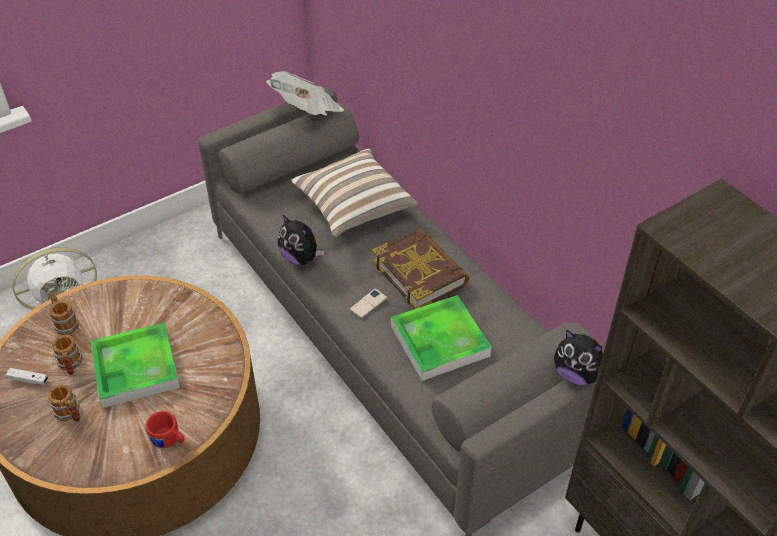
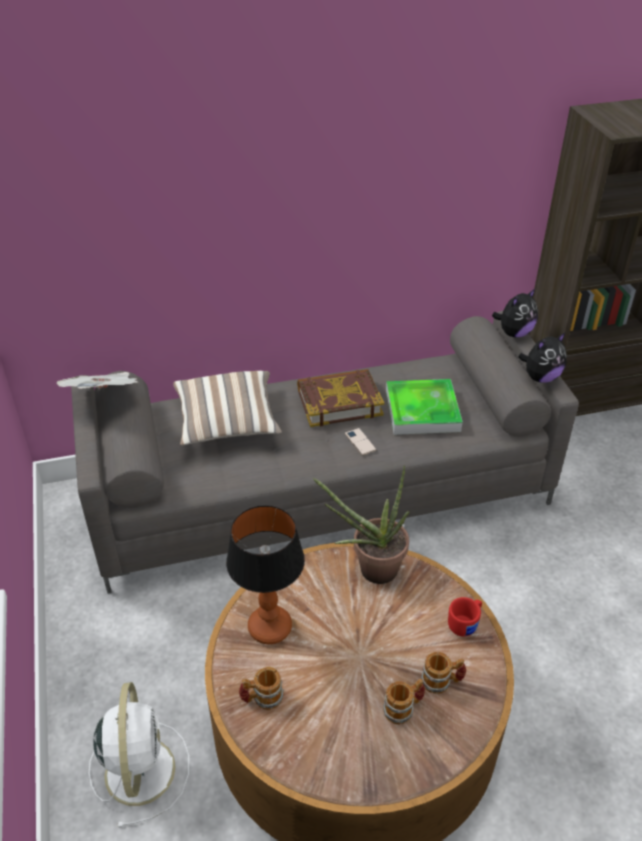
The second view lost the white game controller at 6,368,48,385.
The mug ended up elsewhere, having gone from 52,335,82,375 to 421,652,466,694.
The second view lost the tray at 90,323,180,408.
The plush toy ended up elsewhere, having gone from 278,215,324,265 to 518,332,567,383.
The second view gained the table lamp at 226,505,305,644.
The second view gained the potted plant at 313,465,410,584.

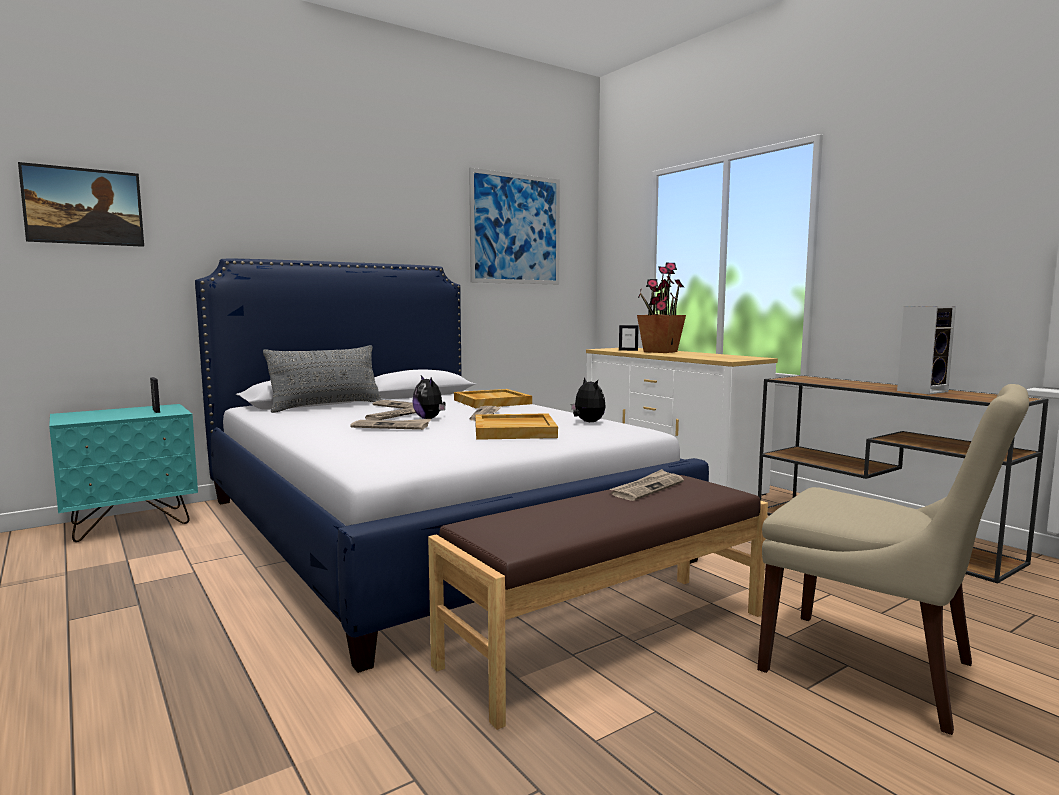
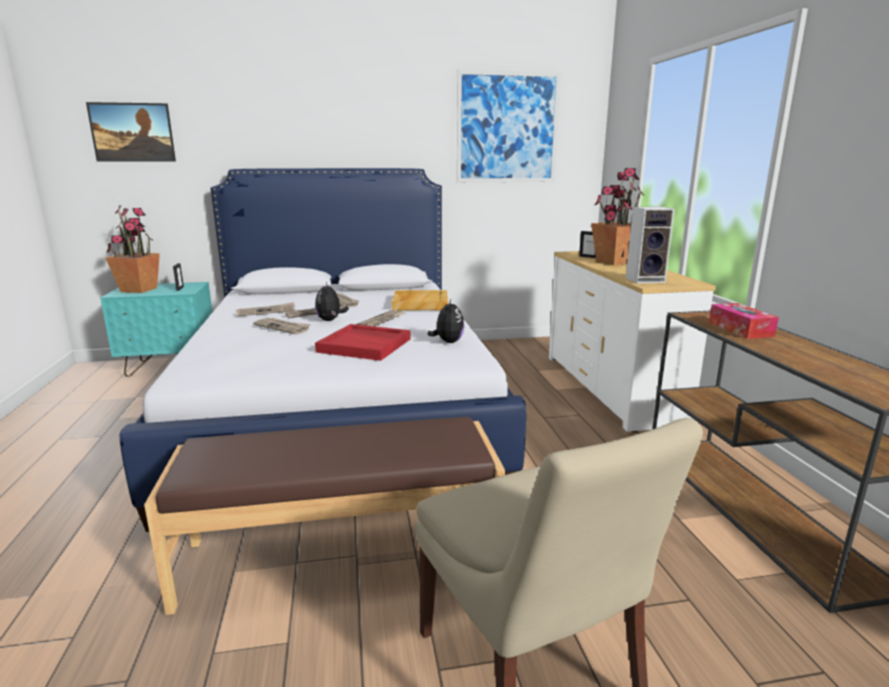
The second view lost the grey pillow at 263,345,382,413.
What was the beige tray at 475,413,558,440 turned into the red tray at 315,324,410,361.
The newspaper ended up elsewhere, having gone from 609,469,684,501 to 236,302,295,316.
The speaker ended up elsewhere, having gone from 897,306,956,394 to 626,207,674,284.
The second view gained the potted plant at 106,205,160,293.
The second view gained the tissue box at 709,303,779,339.

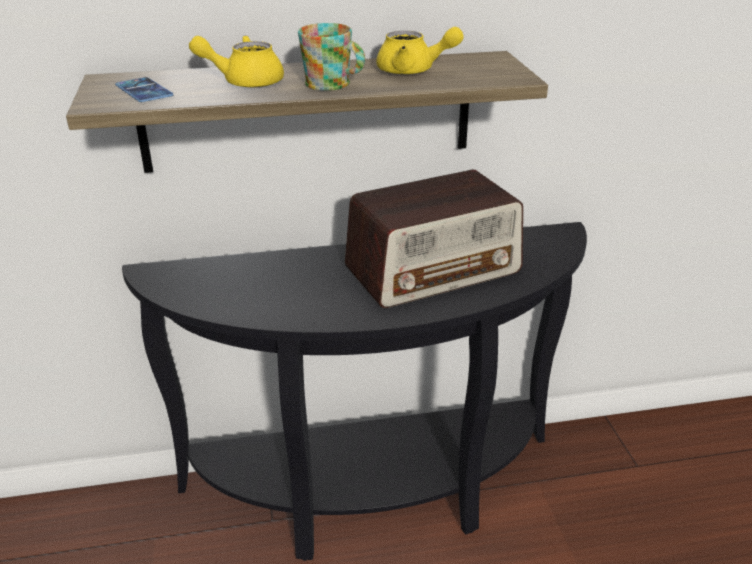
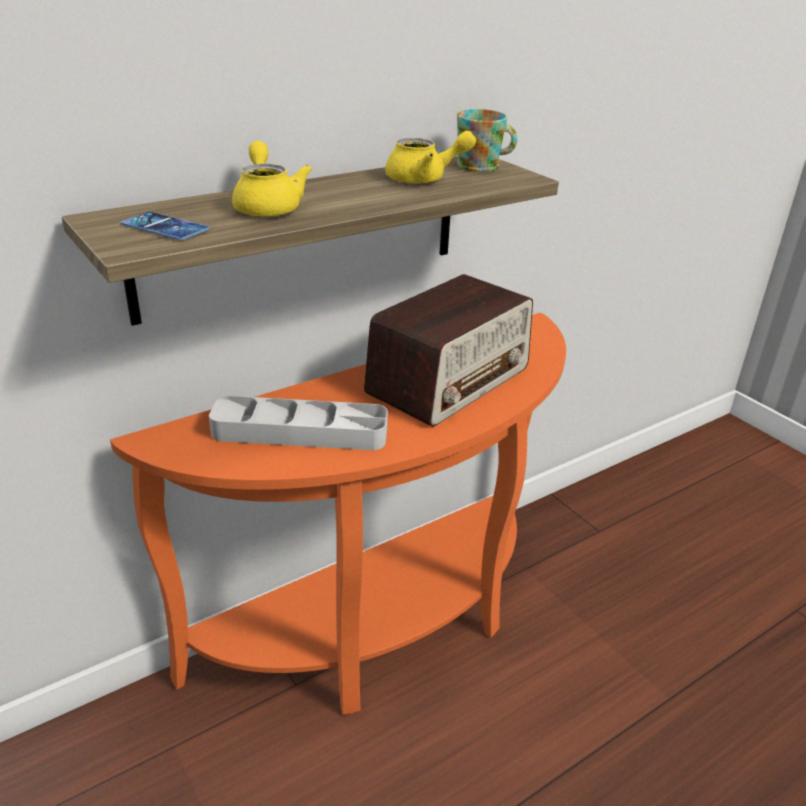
What was the black console table at 122,222,587,561 turned into the orange console table at 110,313,566,715.
The yellow teapot at 189,35,284,88 ended up facing another way, 105 degrees clockwise from before.
The mug ended up elsewhere, having gone from 298,23,365,91 to 457,109,518,172.
The second view gained the grey tray at 209,396,388,450.

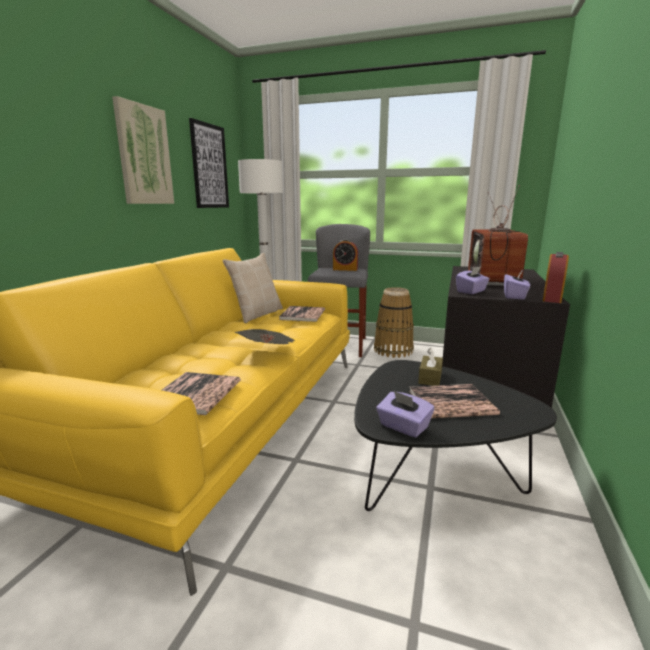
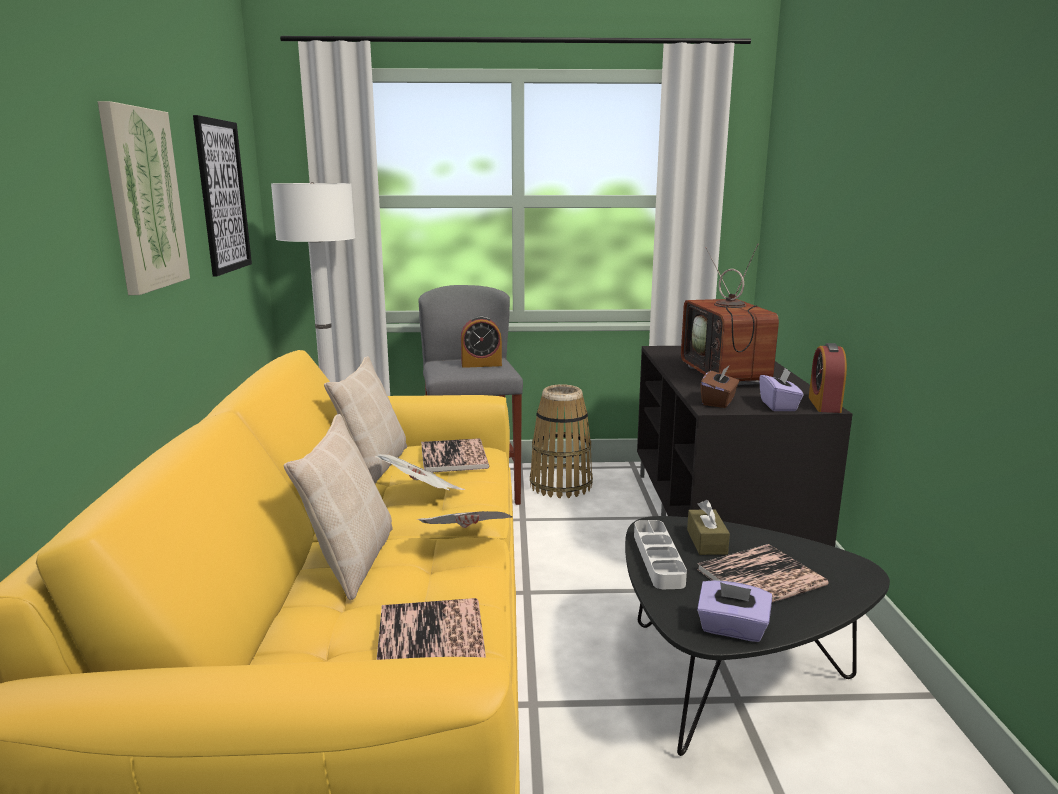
What was the purple tissue box at 456,266,490,294 turned into the brown tissue box at 700,366,739,408.
The second view gained the beige pillow at 284,414,393,600.
The second view gained the newspaper at 373,454,465,490.
The second view gained the grey tray at 634,520,687,589.

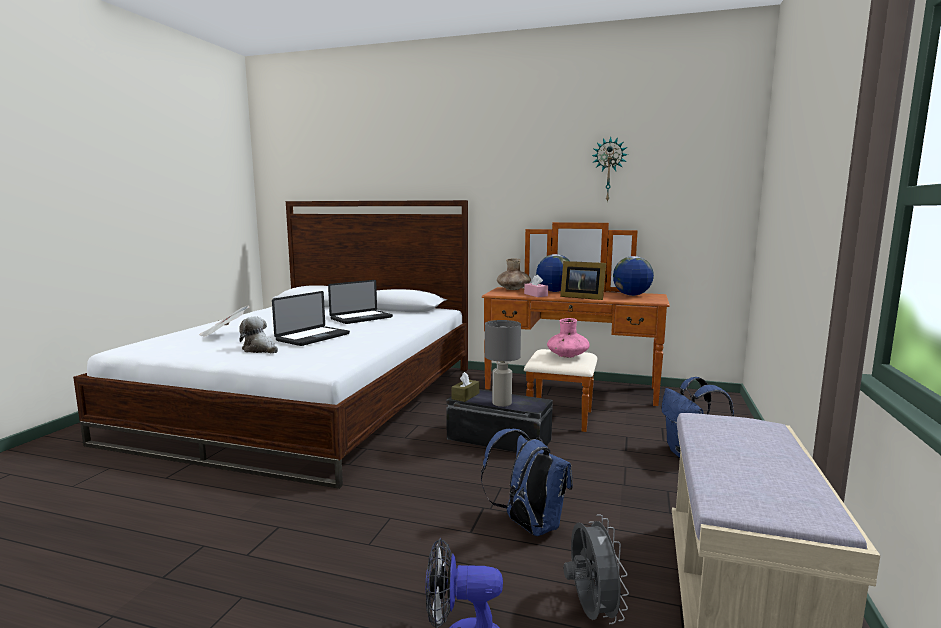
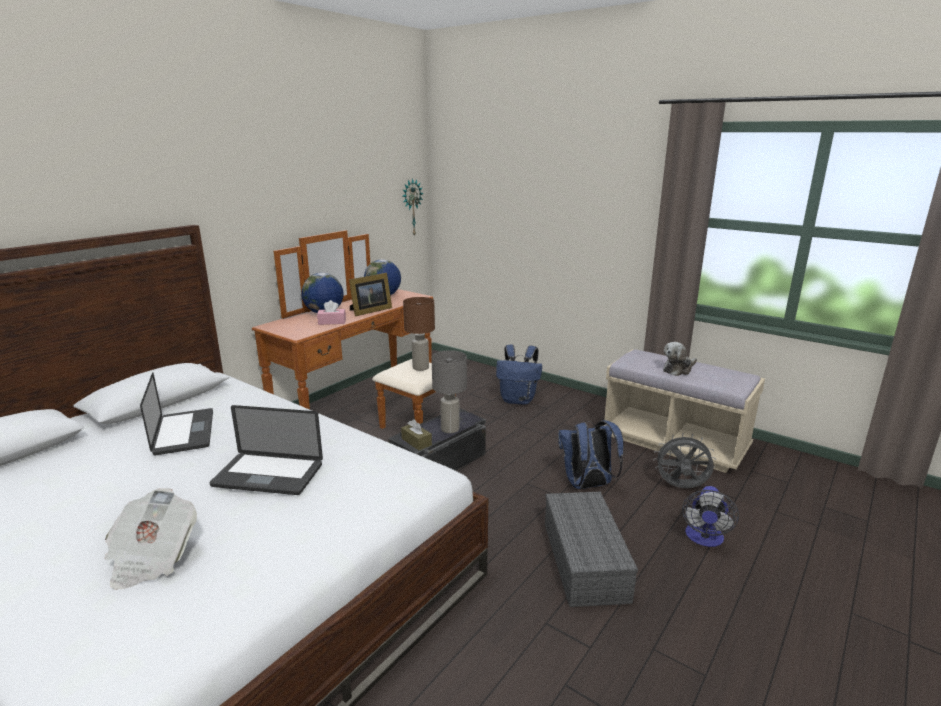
The plush toy ended up elsewhere, having gone from 239,316,278,353 to 663,342,697,376.
The laptop at 272,291,350,346 ended up facing another way, 135 degrees clockwise from before.
The second view lost the brown vase at 497,259,531,290.
Where the pink vase stood at 547,318,590,358, the brown table lamp came to stand at 403,297,435,371.
The wall clock ended up elsewhere, having gone from 592,137,628,203 to 402,178,424,237.
The second view gained the grey storage box at 545,492,638,607.

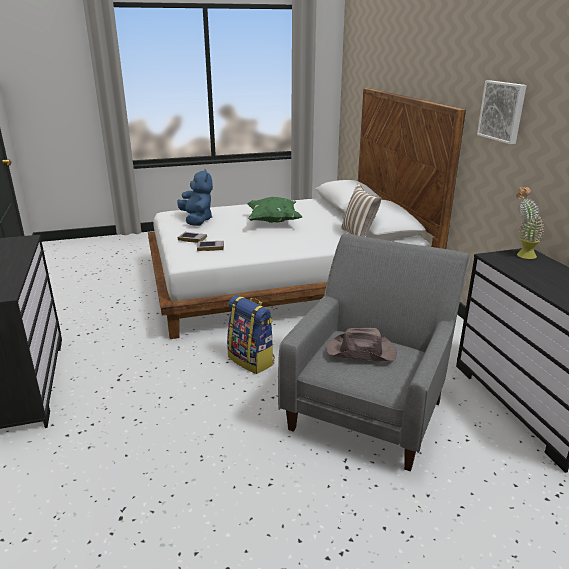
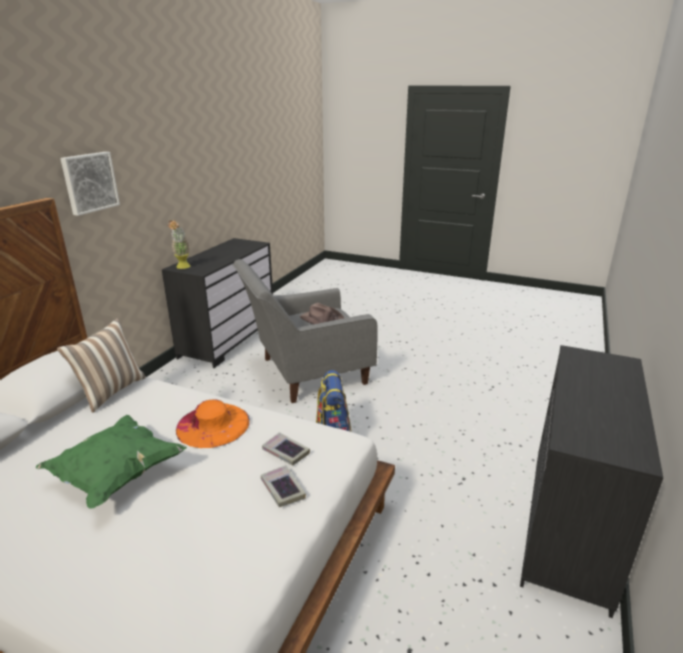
The second view lost the blue plush toy at 177,169,213,226.
The second view gained the orange hat at 176,399,250,448.

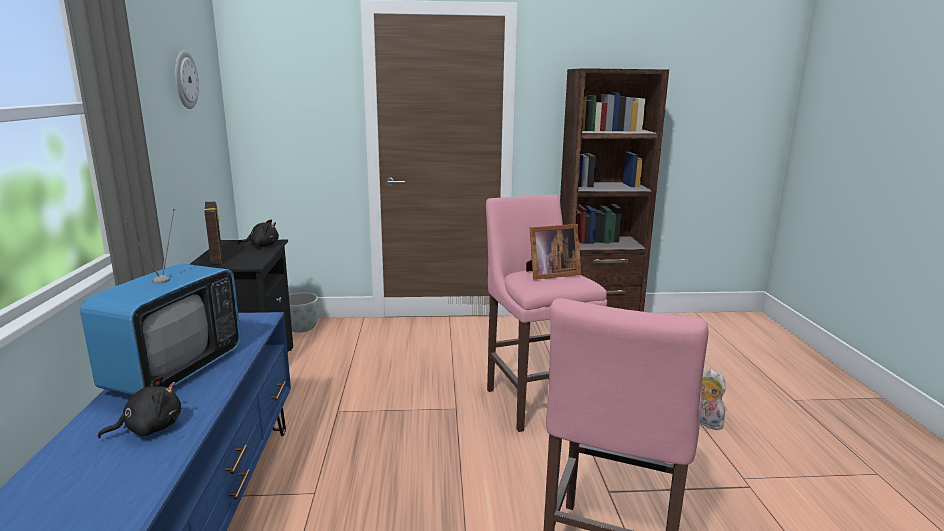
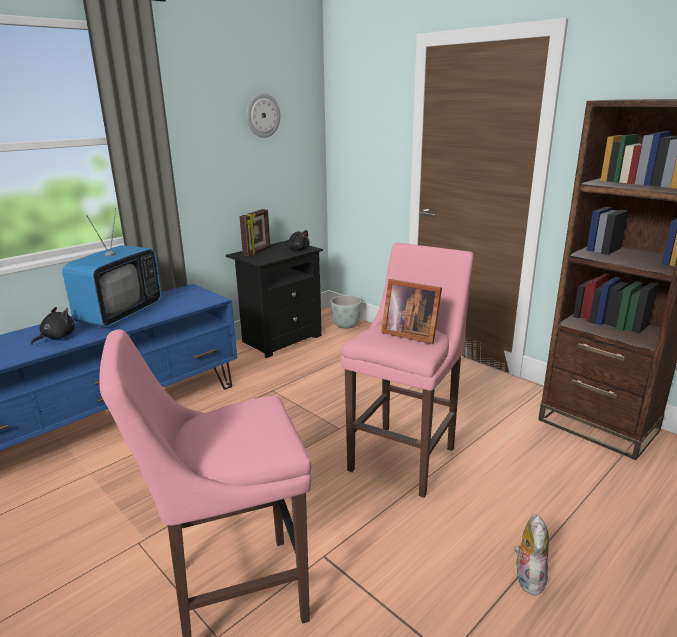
The television at 80,209,241,396 ended up facing another way, 45 degrees counterclockwise from before.
The black plush toy at 98,376,181,438 ended up facing another way, 75 degrees counterclockwise from before.

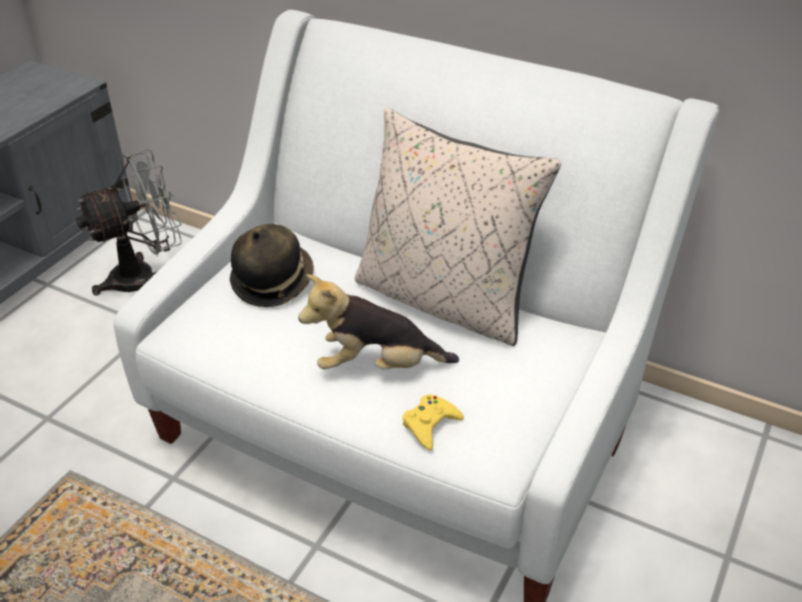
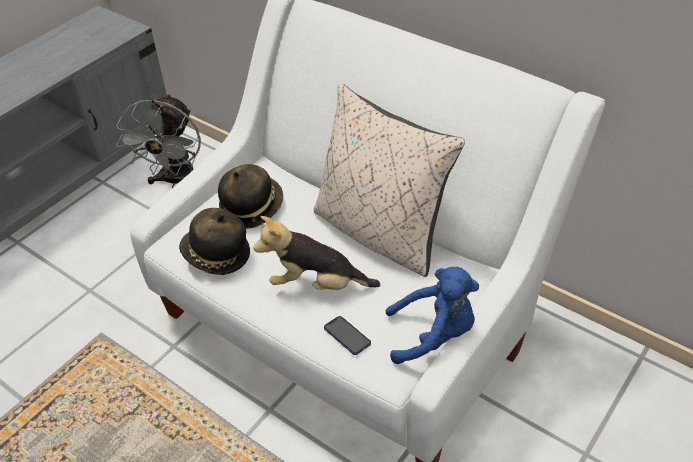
The grey fan at 76,149,182,295 ended up facing another way, 120 degrees clockwise from before.
Where the yellow game controller stood at 403,394,464,450, the phone came to stand at 324,316,371,355.
The second view gained the hat at 179,208,250,275.
The second view gained the blue plush toy at 386,267,479,364.

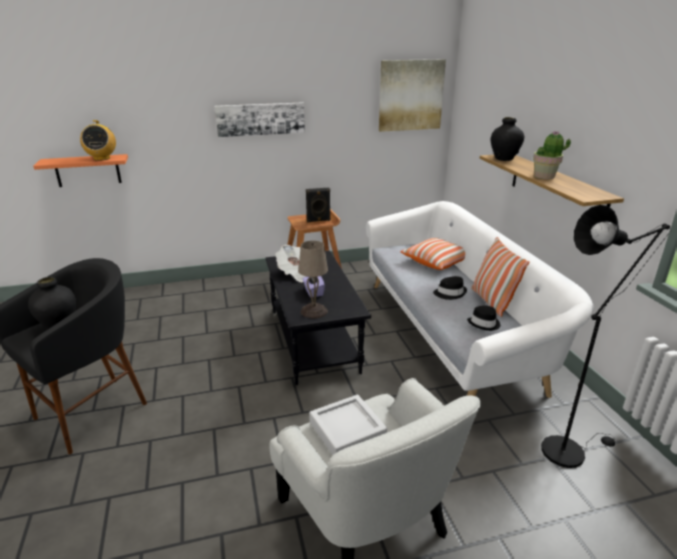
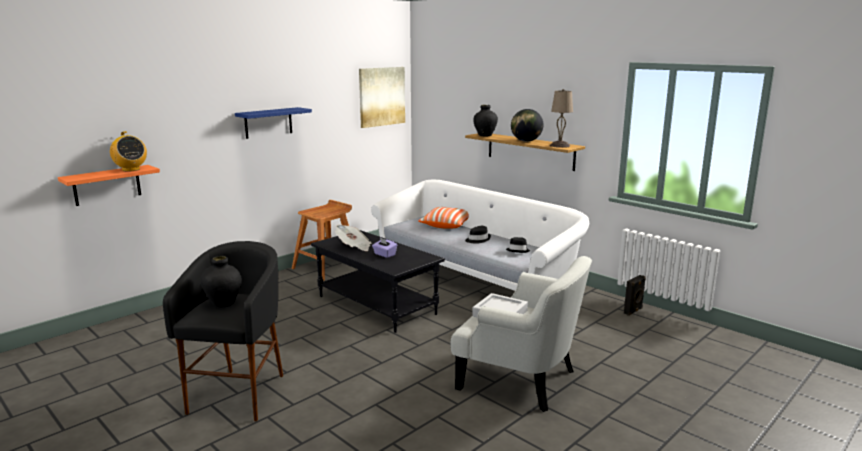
Where the picture hung at 215,102,305,137, the blue shelf came to hang at 235,107,312,139.
The beige table lamp ended up elsewhere, having gone from 298,241,328,318 to 550,89,573,148.
The black speaker ended up elsewhere, having gone from 306,188,331,222 to 624,275,646,316.
The second view lost the pillow at 471,237,529,317.
Where the potted plant stood at 533,131,571,179, the globe came to stand at 511,109,543,142.
The second view lost the black floor lamp at 541,205,671,468.

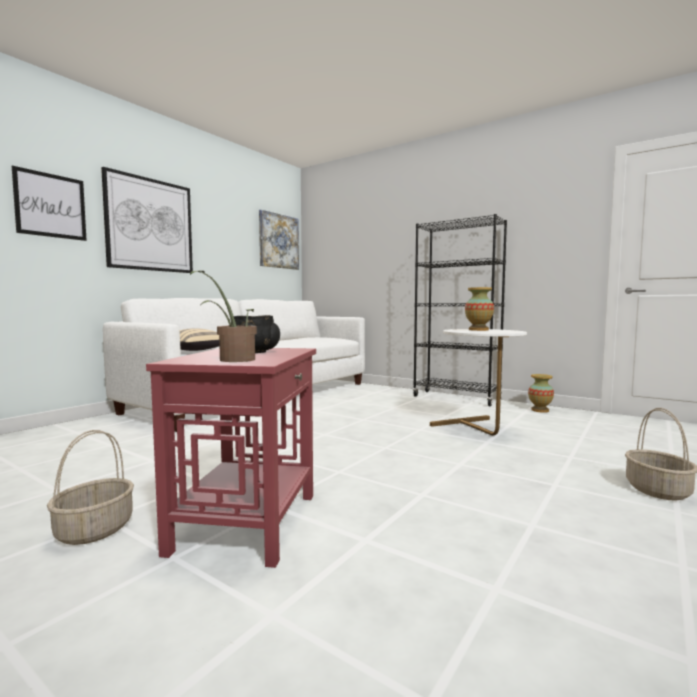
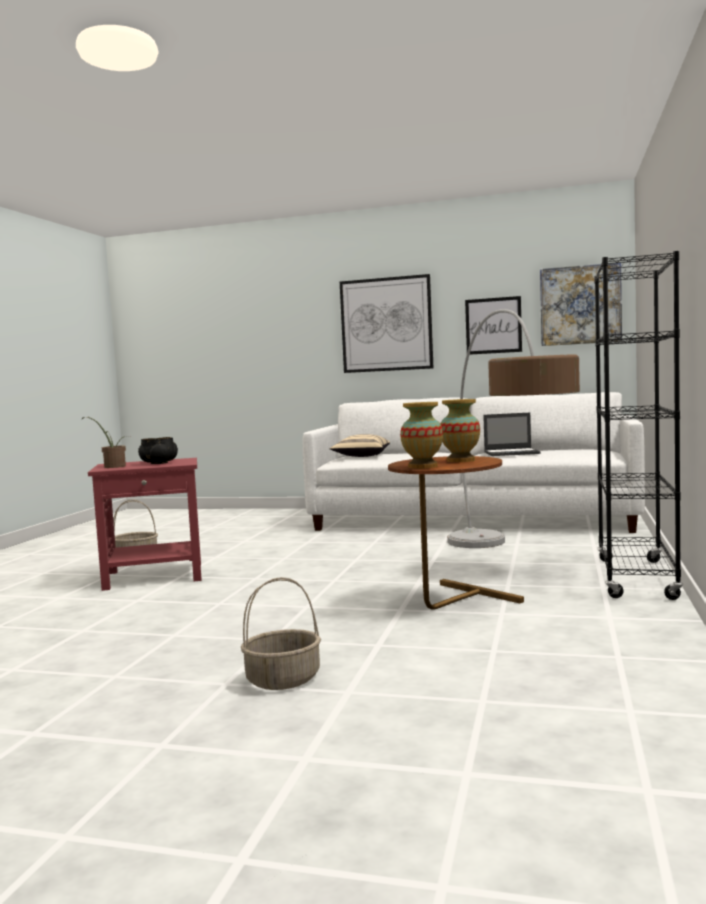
The picture ended up elsewhere, having gone from 12,166,87,241 to 465,296,522,355.
What was the white side table at 430,329,527,435 turned into the brown side table at 388,456,524,610.
The vase ended up elsewhere, having gone from 528,374,554,413 to 400,402,443,469.
The second view gained the floor lamp at 447,309,580,548.
The second view gained the laptop at 483,413,541,456.

